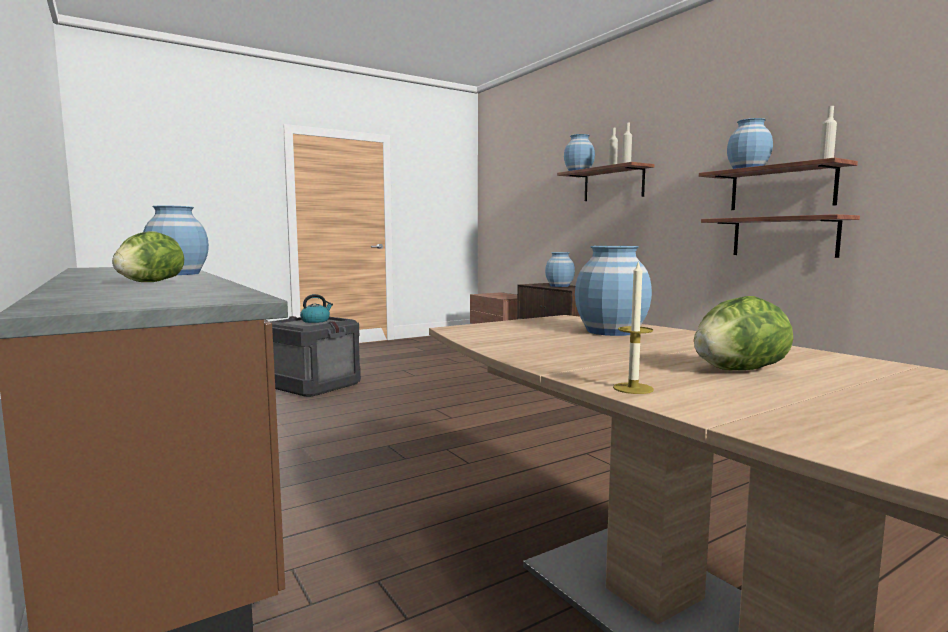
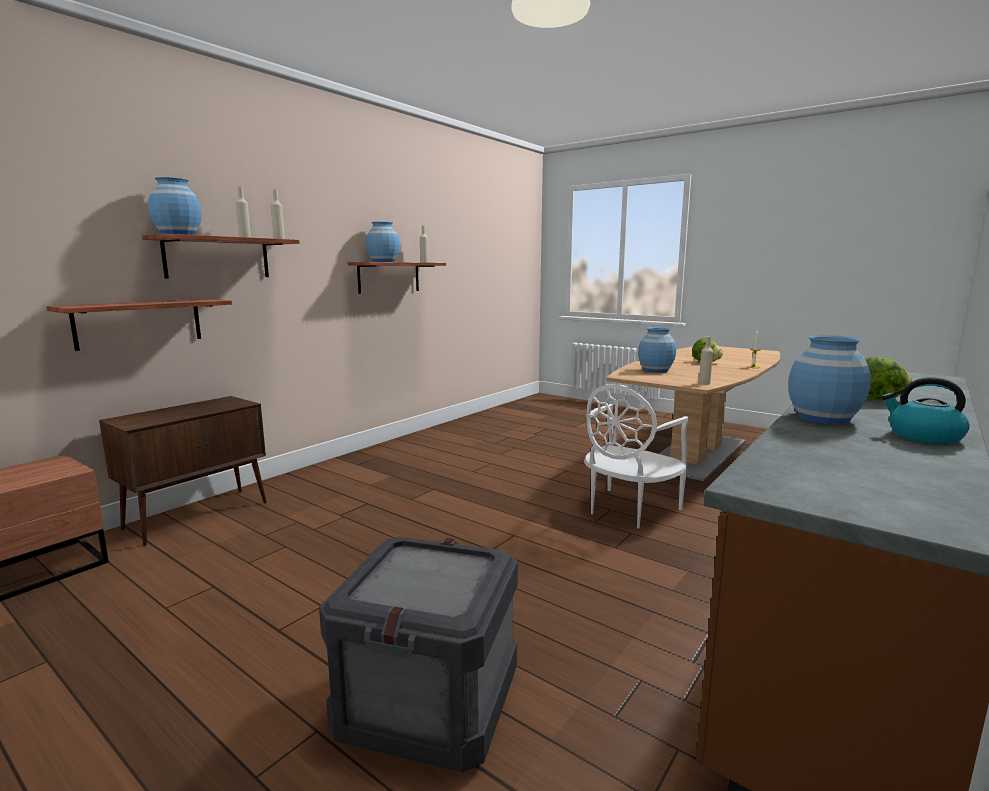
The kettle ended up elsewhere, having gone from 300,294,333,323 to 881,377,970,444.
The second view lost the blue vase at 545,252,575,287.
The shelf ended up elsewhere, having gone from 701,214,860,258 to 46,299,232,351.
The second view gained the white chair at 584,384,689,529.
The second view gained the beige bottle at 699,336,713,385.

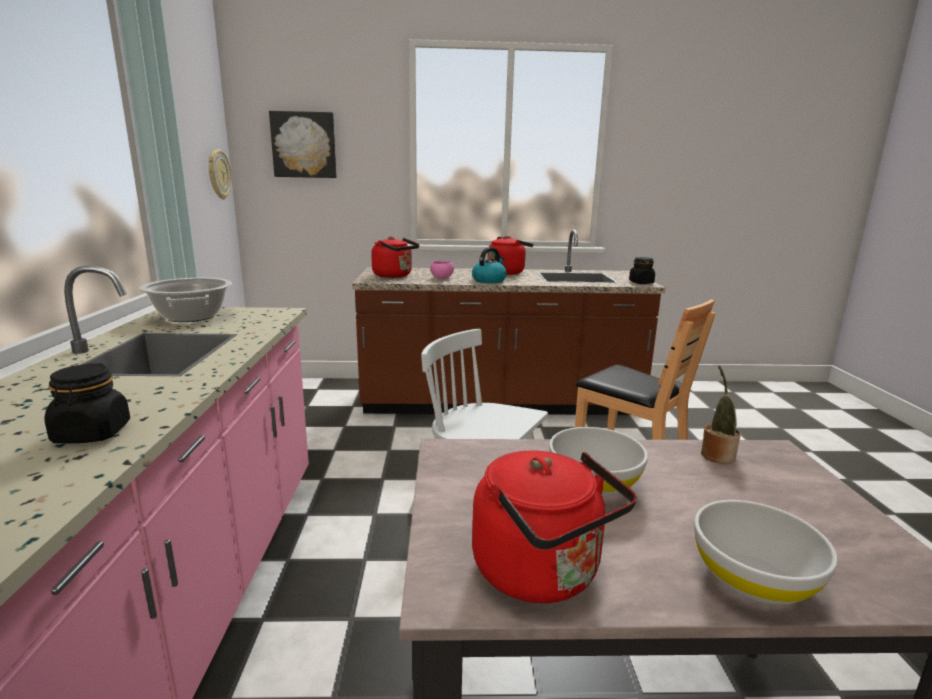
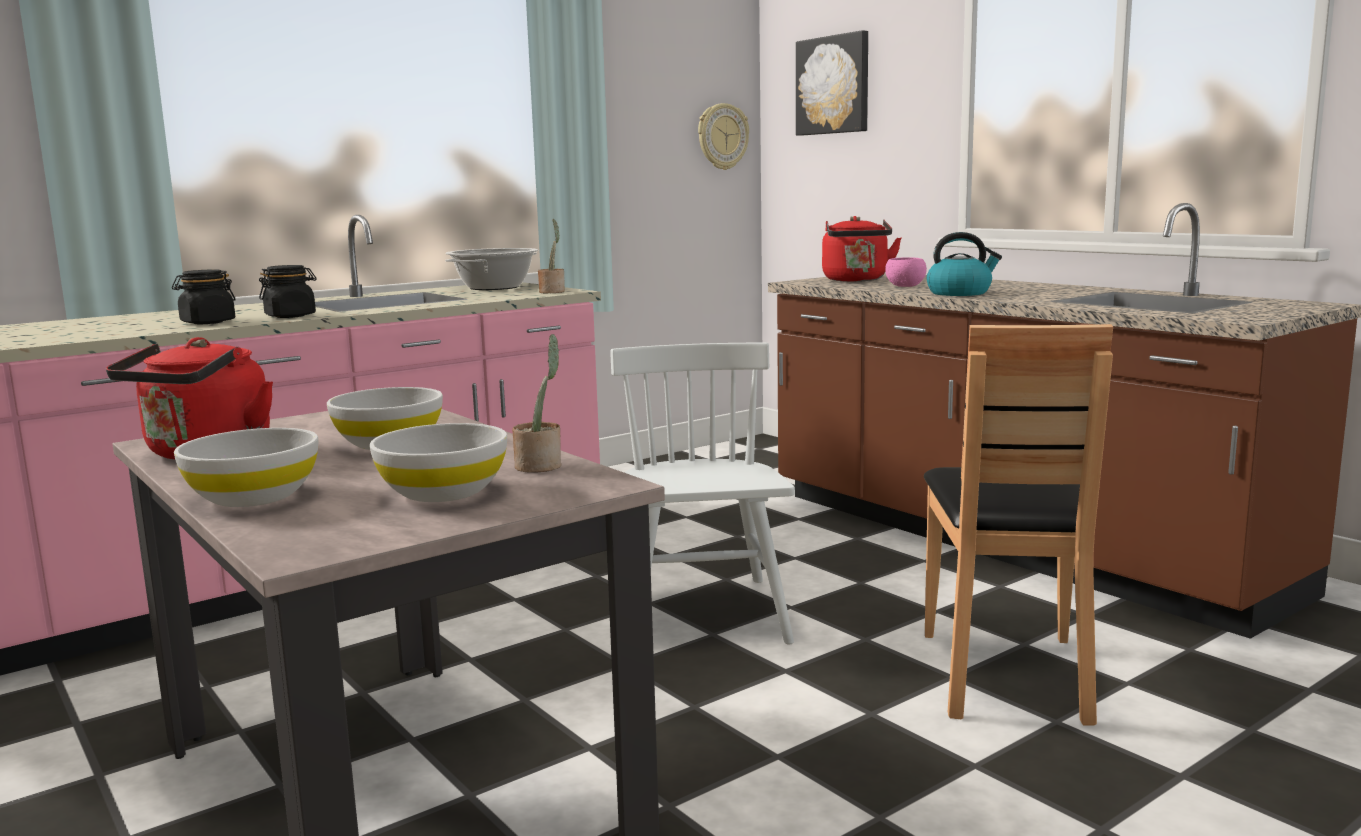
The second view lost the red kettle at 488,236,534,275.
The black jar ended up elsewhere, having gone from 629,257,655,284 to 259,265,316,318.
The second view gained the white bowl at 370,423,507,502.
The second view gained the potted plant at 538,219,565,293.

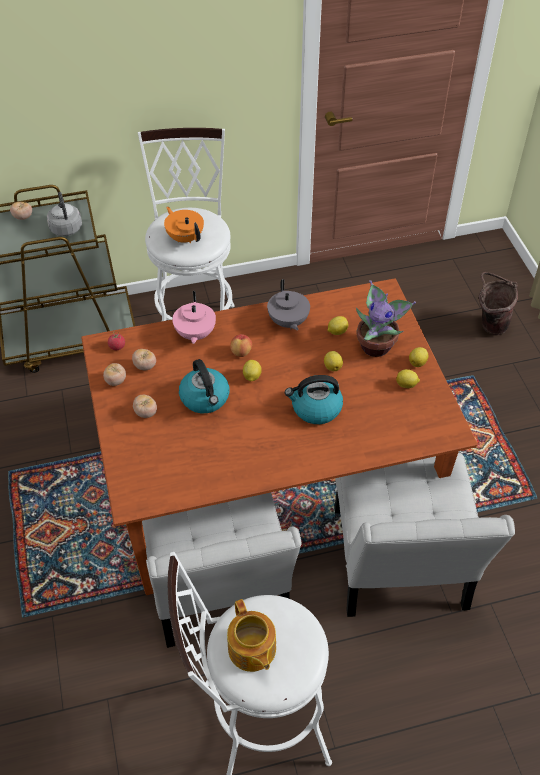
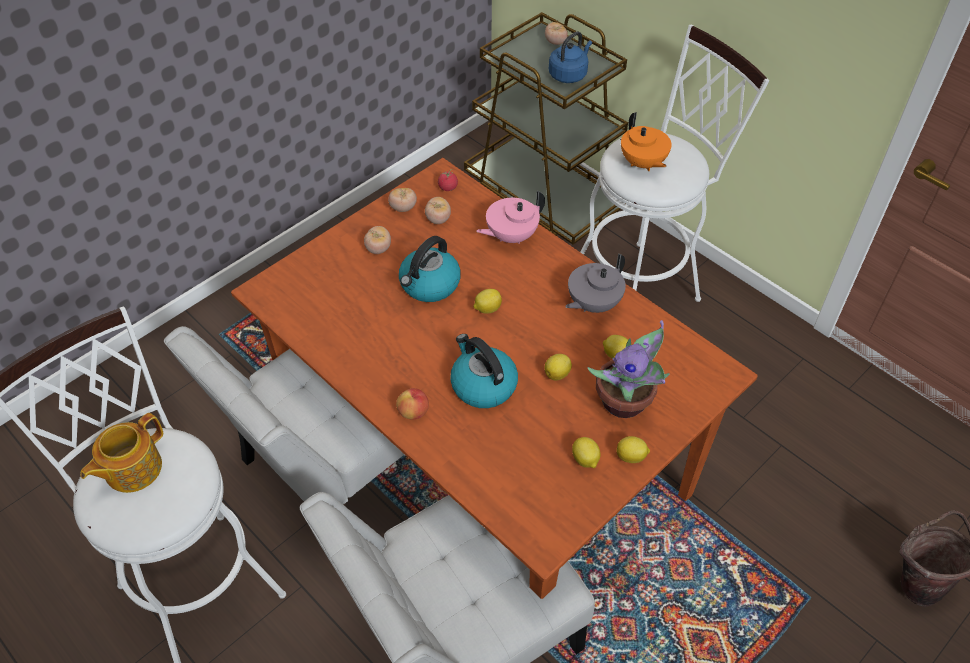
What was the grey kettle at 47,192,82,236 turned into the blue kettle at 549,31,592,83.
The orange teapot at 164,207,204,243 ended up facing another way, 135 degrees clockwise from before.
The apple ended up elsewhere, having gone from 230,334,252,357 to 396,388,429,419.

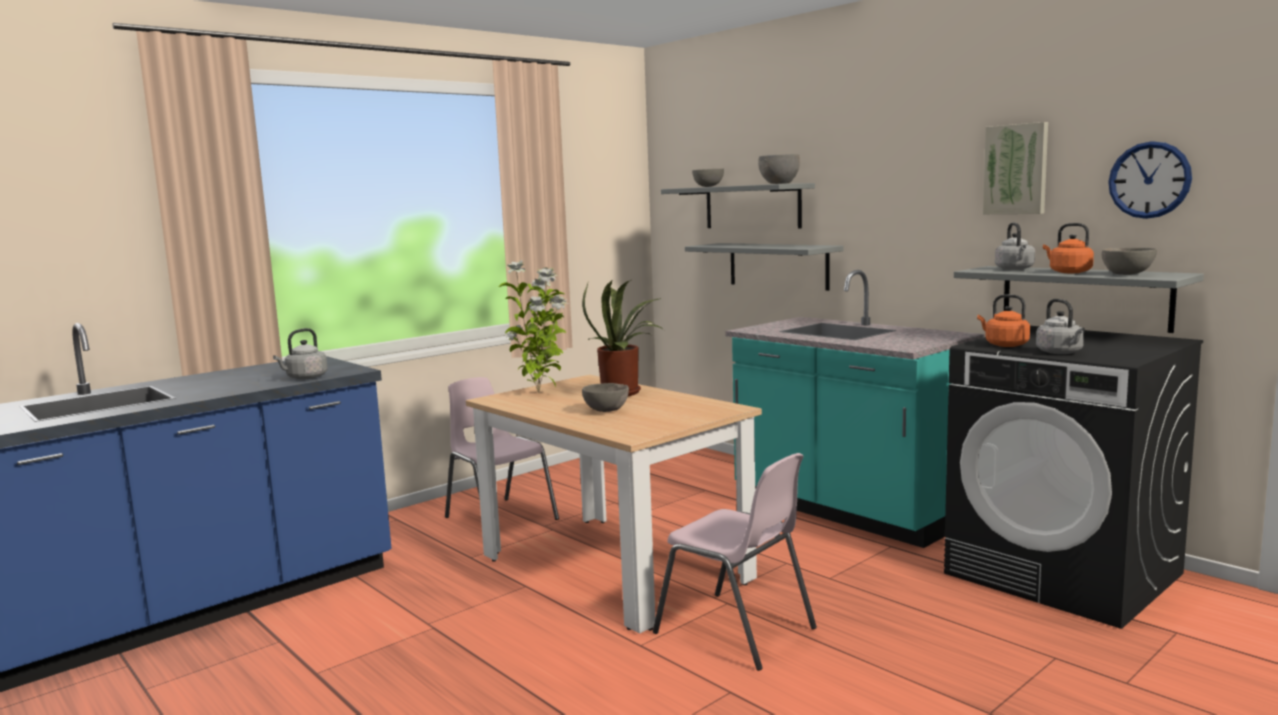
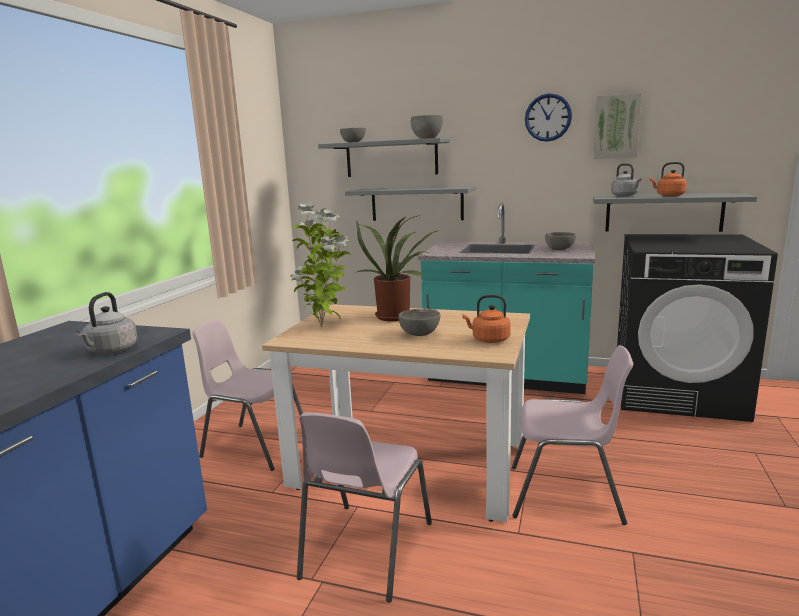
The orange kettle ended up elsewhere, having gone from 977,294,1030,347 to 462,295,511,343.
The second view lost the grey kettle at 1036,299,1085,354.
The grey bowl ended up elsewhere, having gone from 1102,248,1157,275 to 545,232,576,250.
The wall clock ended up elsewhere, having gone from 1108,141,1192,219 to 525,93,572,142.
The second view gained the pink chair at 297,413,432,602.

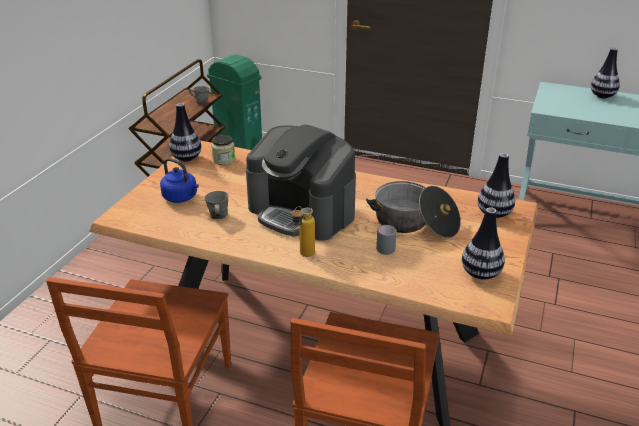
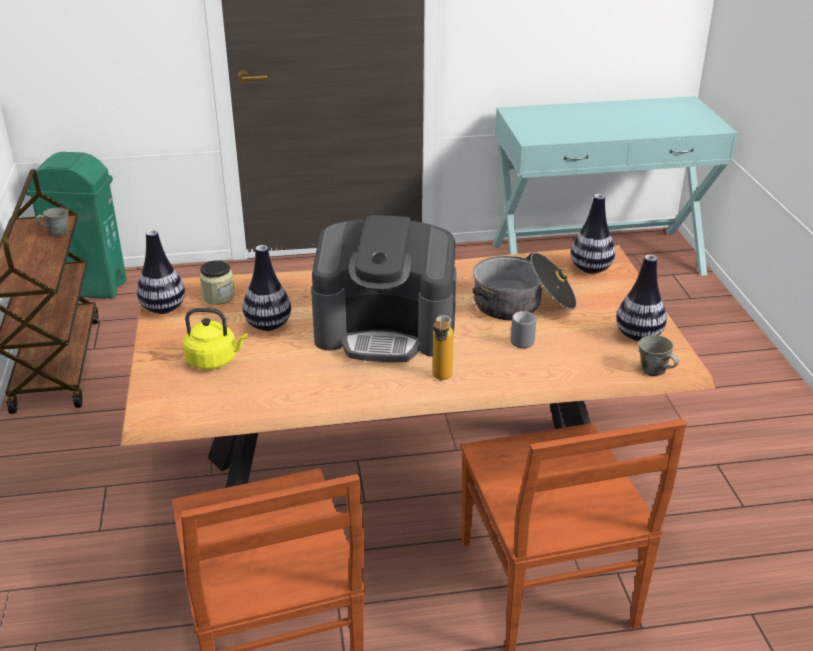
What was the blue kettle at 160,158,199,203 turned into the yellow kettle at 183,308,248,370.
The grey mug ended up elsewhere, having gone from 205,191,229,219 to 638,335,679,376.
The vase ended up elsewhere, having gone from 591,48,620,99 to 243,245,291,331.

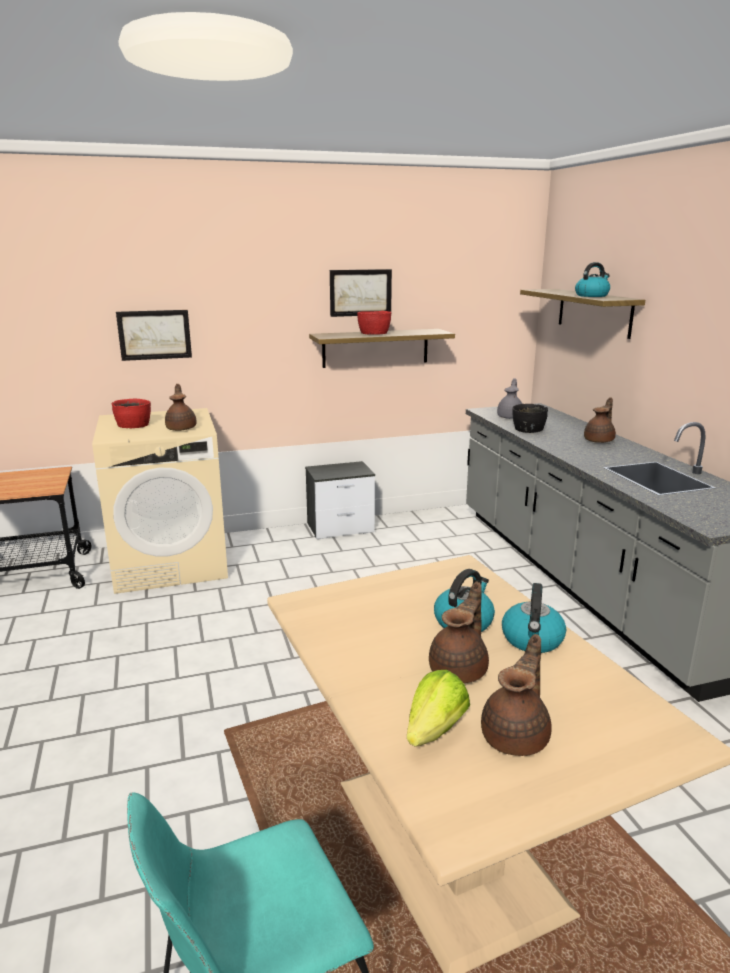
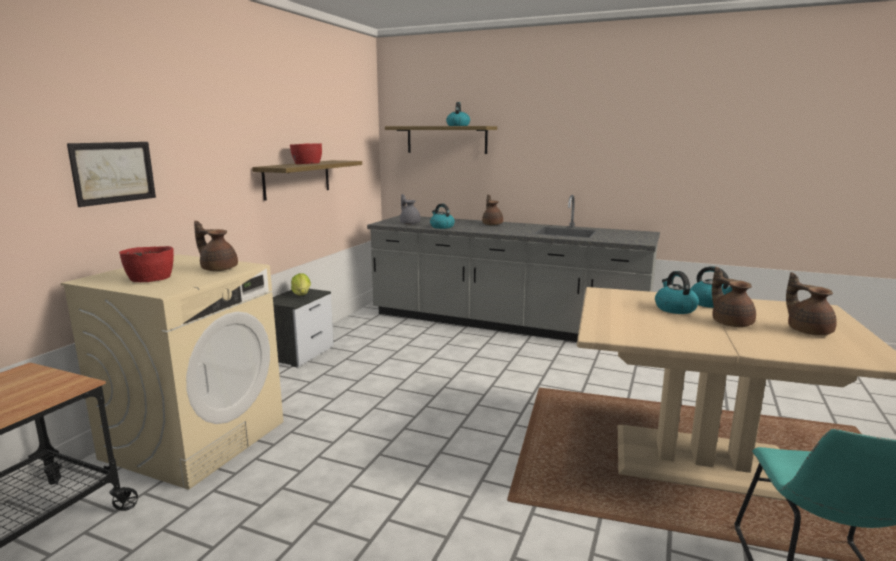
The second view lost the picture at 330,269,392,317.
The lettuce ended up elsewhere, having gone from 407,670,470,747 to 291,273,311,295.
Where the black bowl stood at 512,404,548,433, the kettle came to stand at 430,204,455,229.

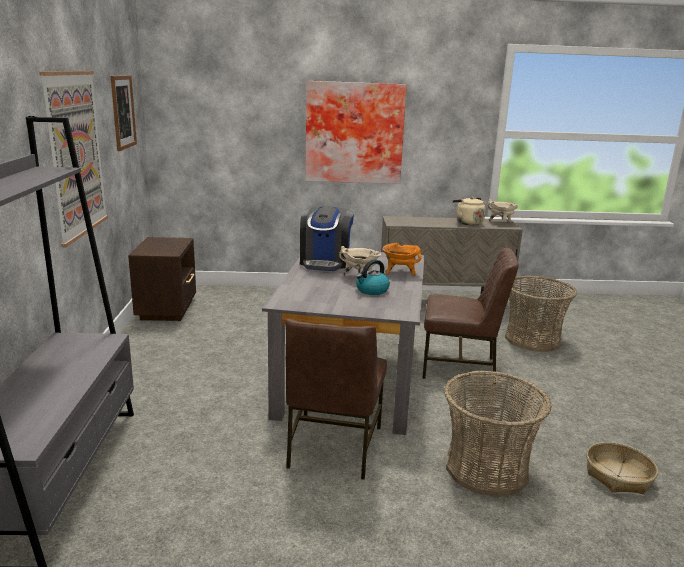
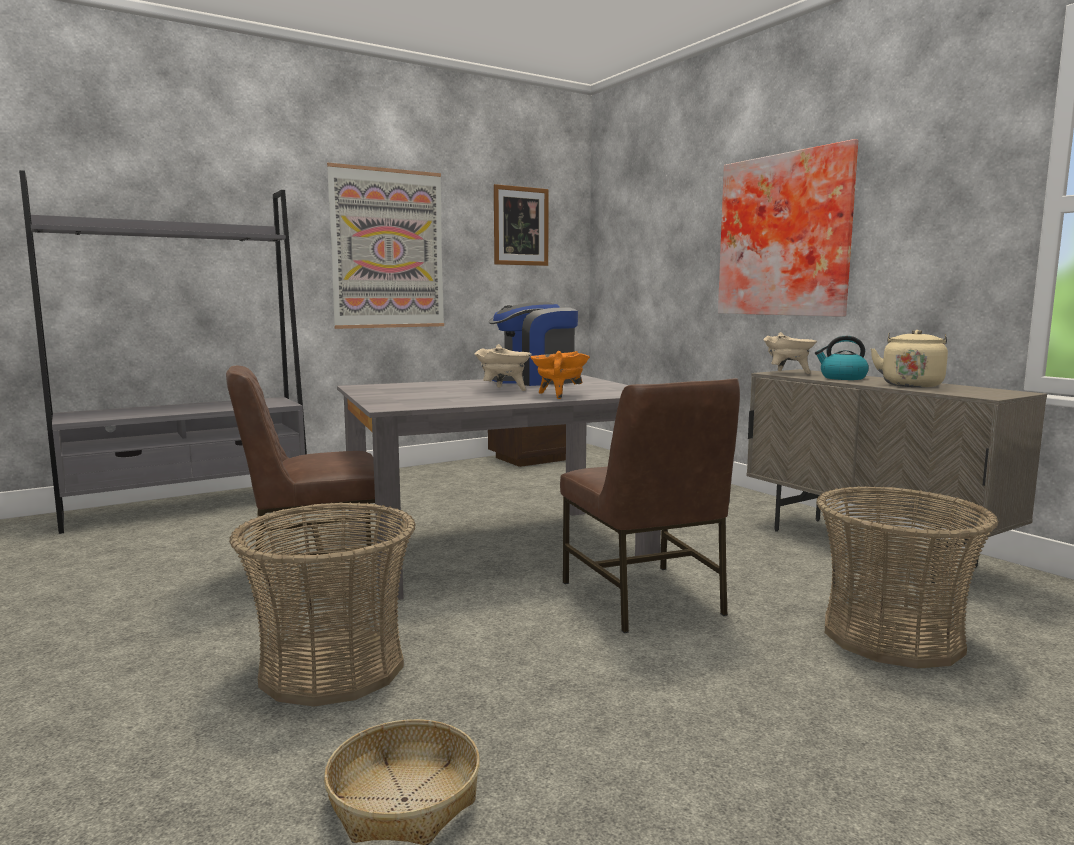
The kettle ended up elsewhere, having gone from 356,260,390,295 to 815,336,869,380.
The beige cooking pot ended up elsewhere, having gone from 487,199,519,222 to 763,332,817,374.

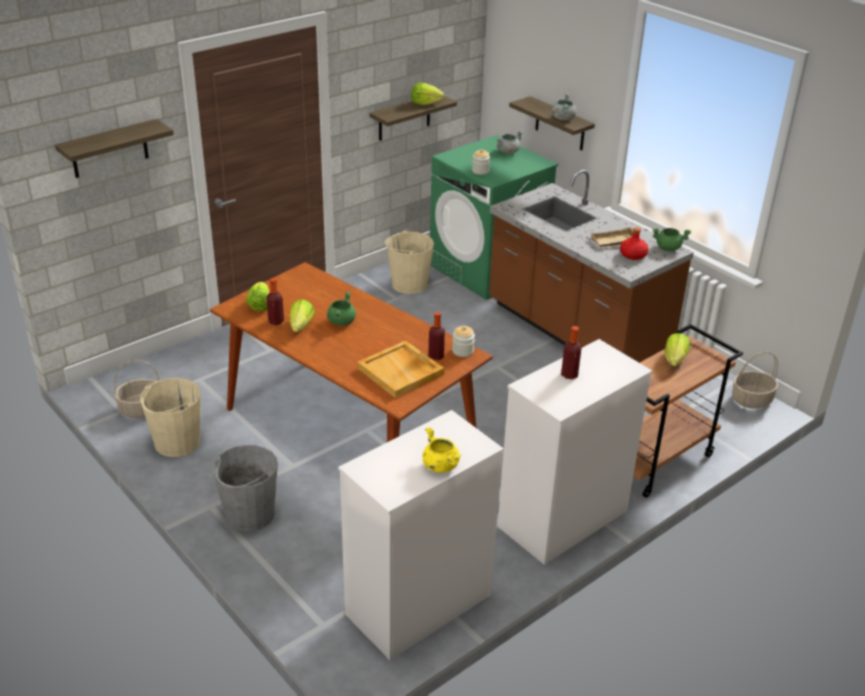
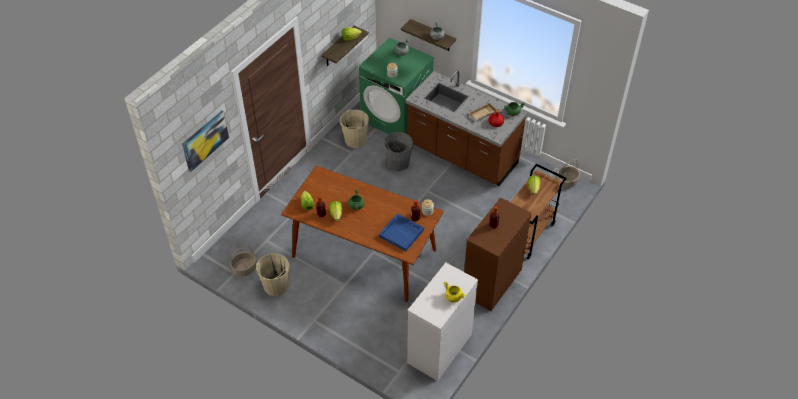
Where the shelf hung at 55,119,174,178, the picture came to hang at 182,110,229,172.
The grey bucket ended up elsewhere, having gone from 212,445,278,532 to 384,132,413,171.
What was the beige tray at 357,340,444,398 turned into the blue tray at 379,213,424,251.
What was the white dresser at 497,339,652,565 turned into the brown dresser at 464,197,532,311.

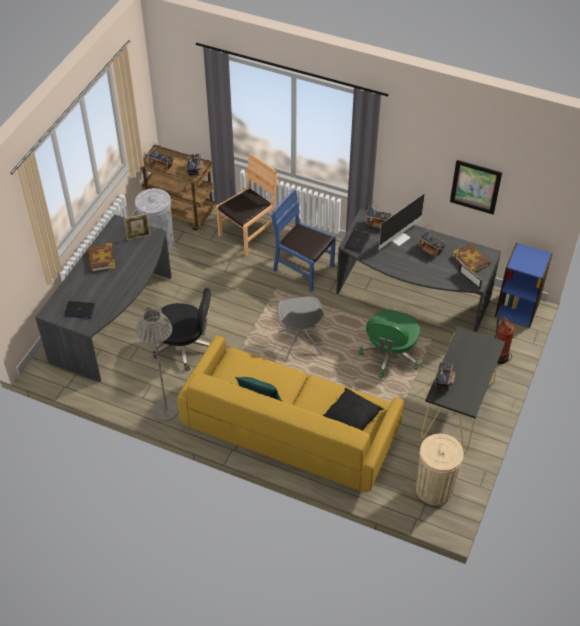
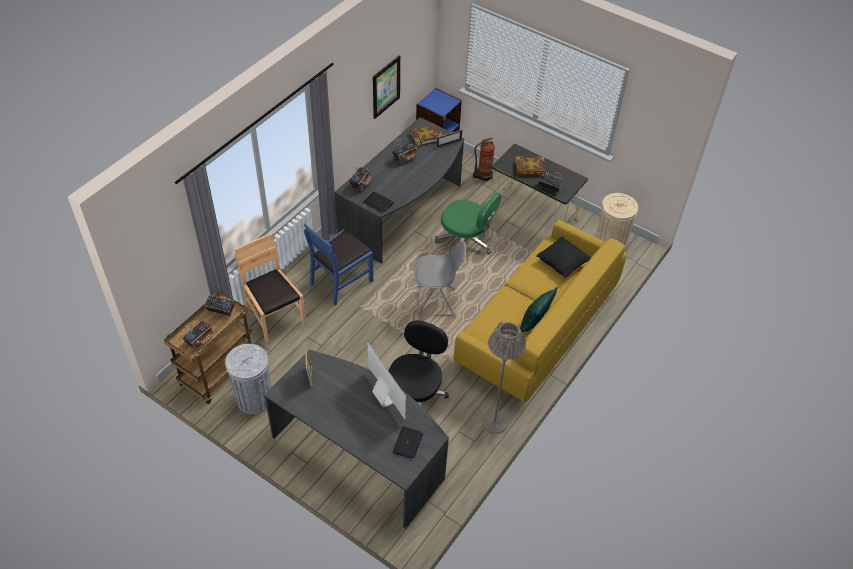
The book ended up elsewhere, having gone from 88,243,116,272 to 516,156,546,176.
The monitor ended up elsewhere, having gone from 379,193,425,250 to 368,343,406,420.

